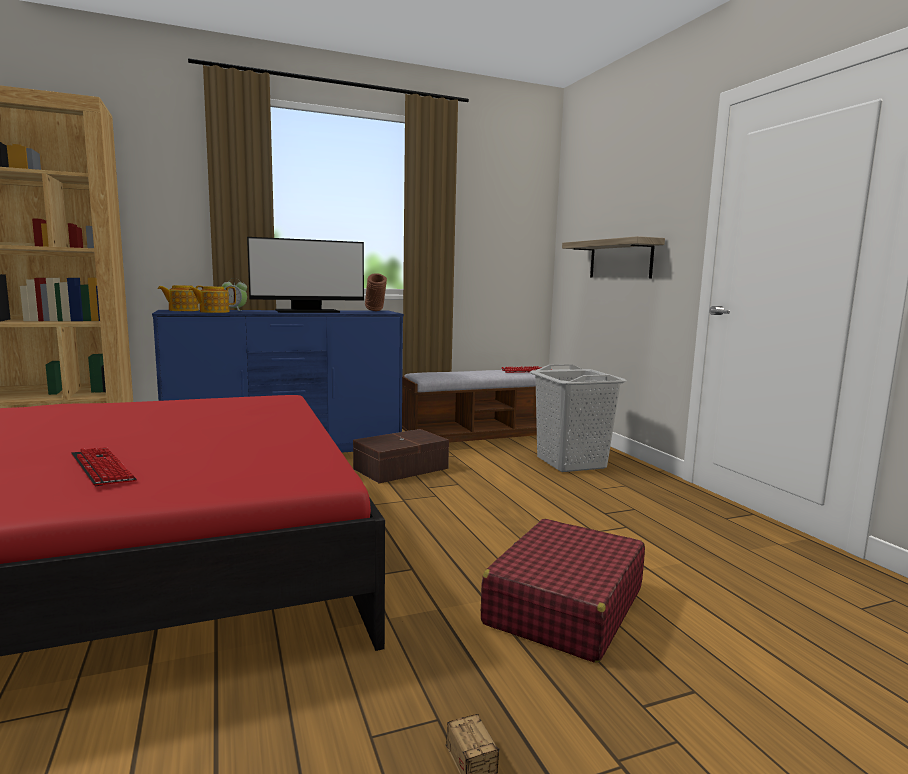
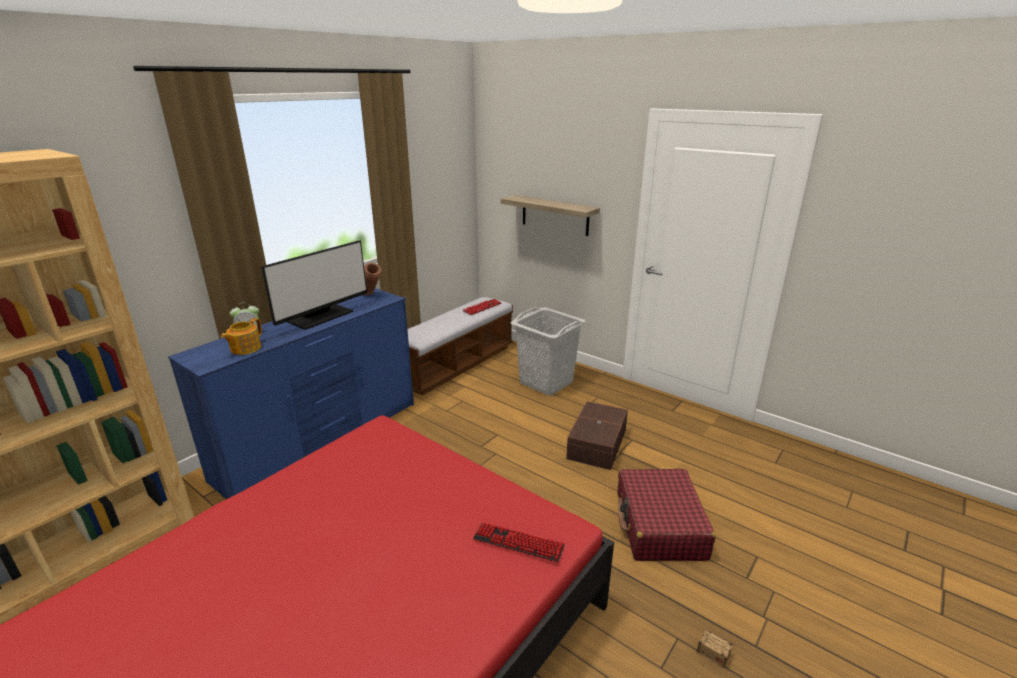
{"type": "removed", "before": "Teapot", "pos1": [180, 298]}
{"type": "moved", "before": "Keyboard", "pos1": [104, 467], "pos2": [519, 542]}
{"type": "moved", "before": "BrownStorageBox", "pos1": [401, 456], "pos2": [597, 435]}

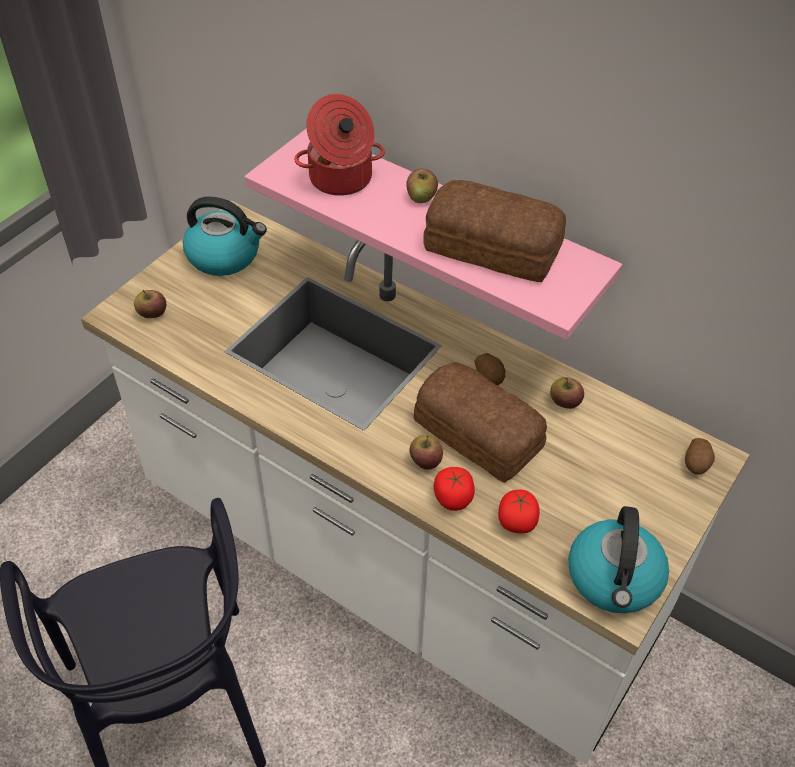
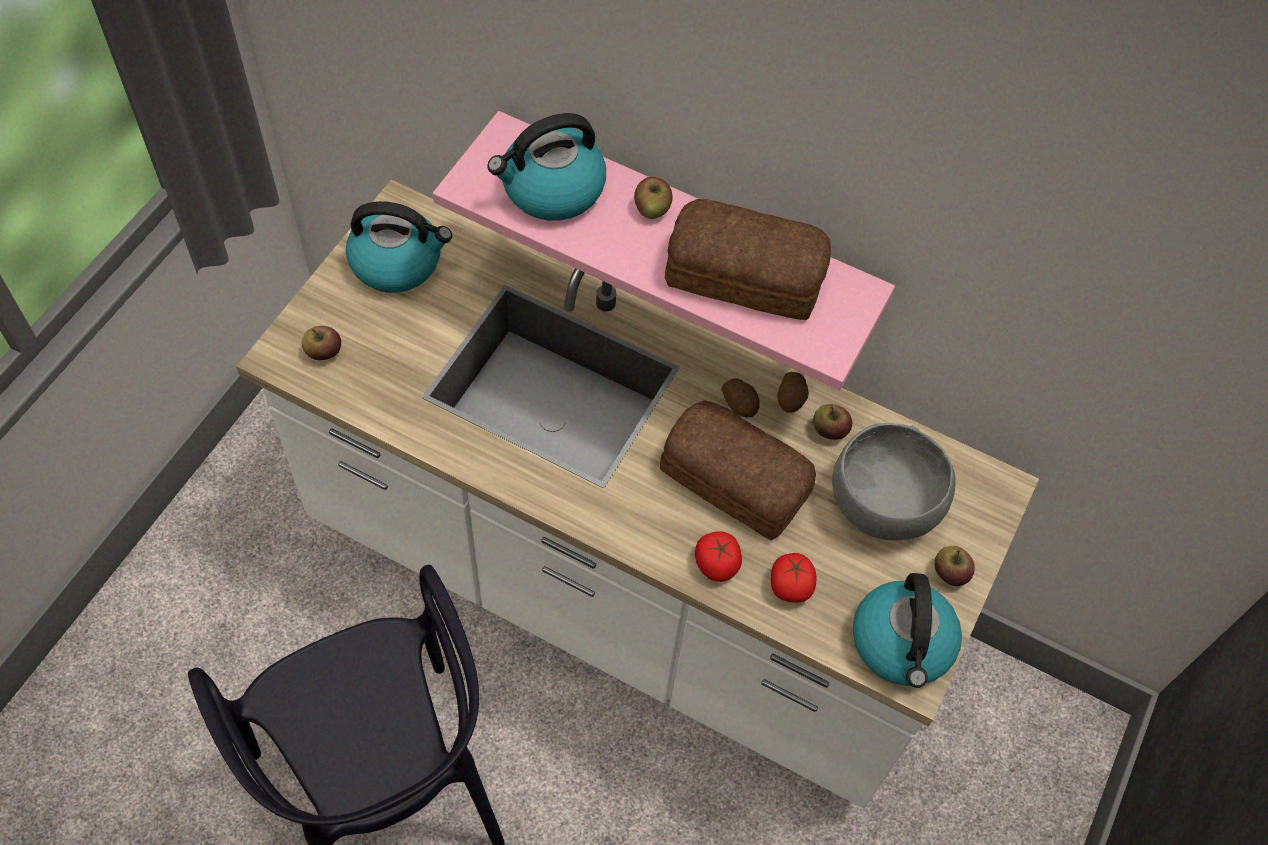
{"type": "added", "after": "GreyBowl", "pos2": [894, 482]}
{"type": "moved", "before": "Apple", "pos1": [426, 452], "pos2": [954, 566]}
{"type": "moved", "before": "Potato", "pos1": [700, 456], "pos2": [793, 392]}
{"type": "replaced", "before": "CookingPot", "after": "Kettle", "pos1": [339, 145], "pos2": [546, 167]}

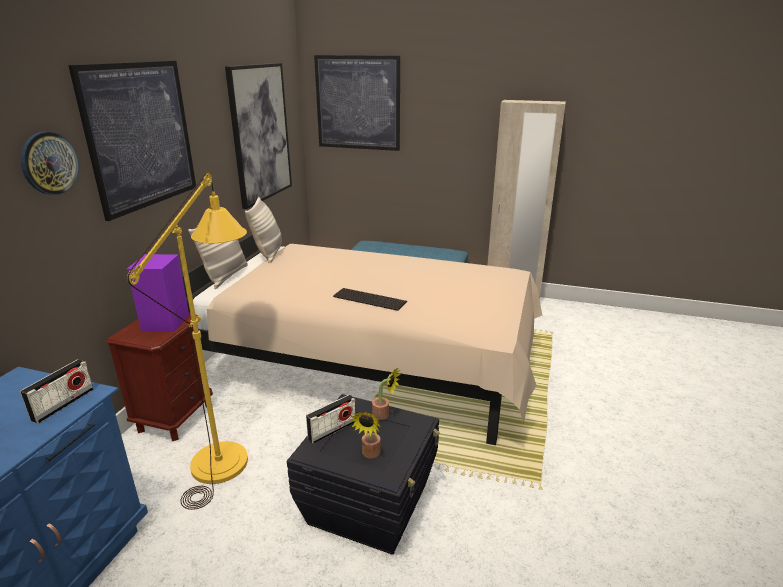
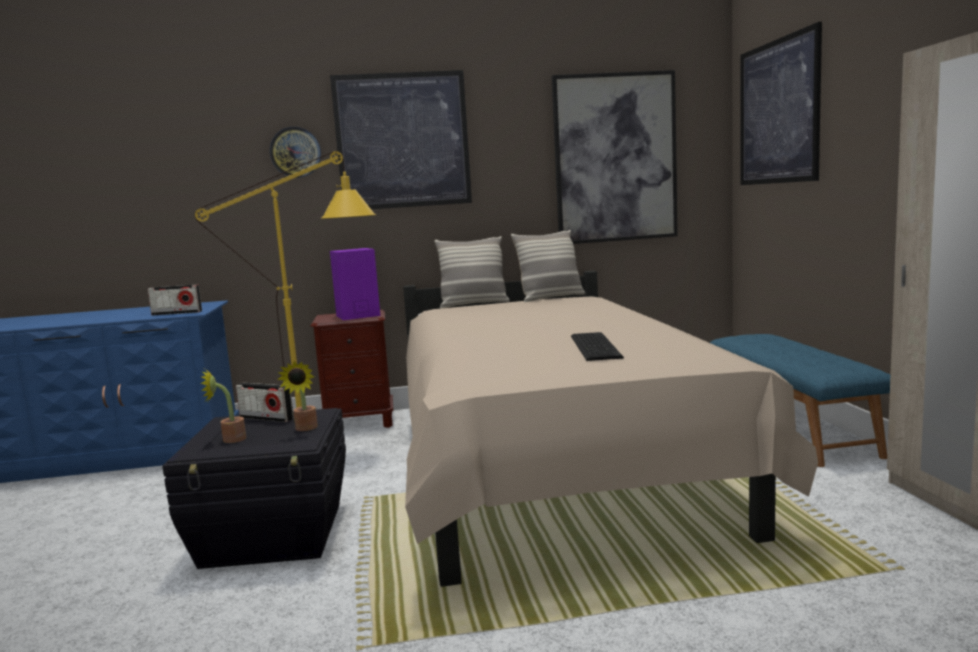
{"type": "moved", "before": "Keyboard", "pos1": [370, 299], "pos2": [597, 346]}

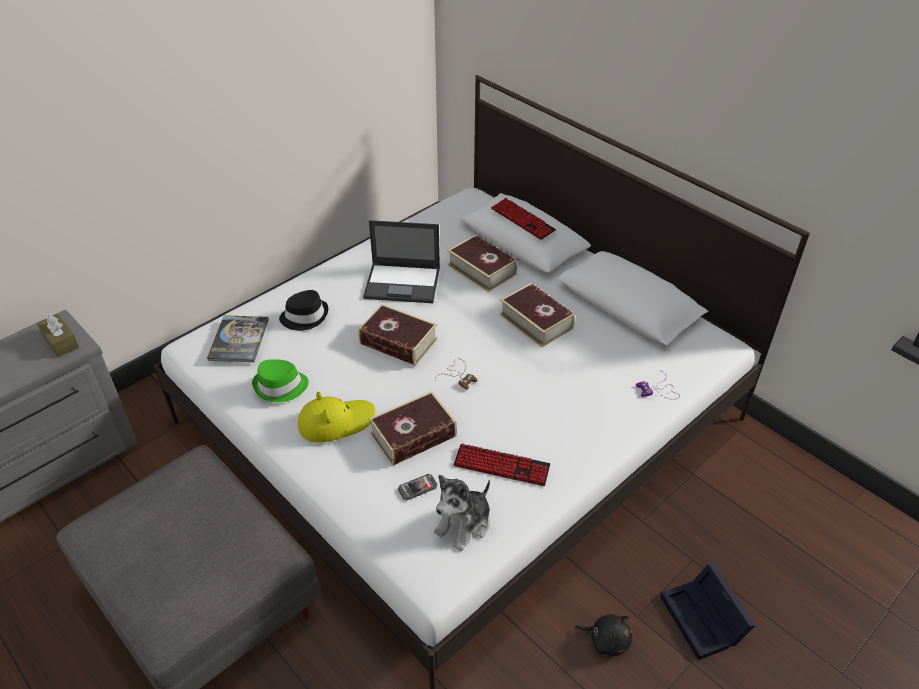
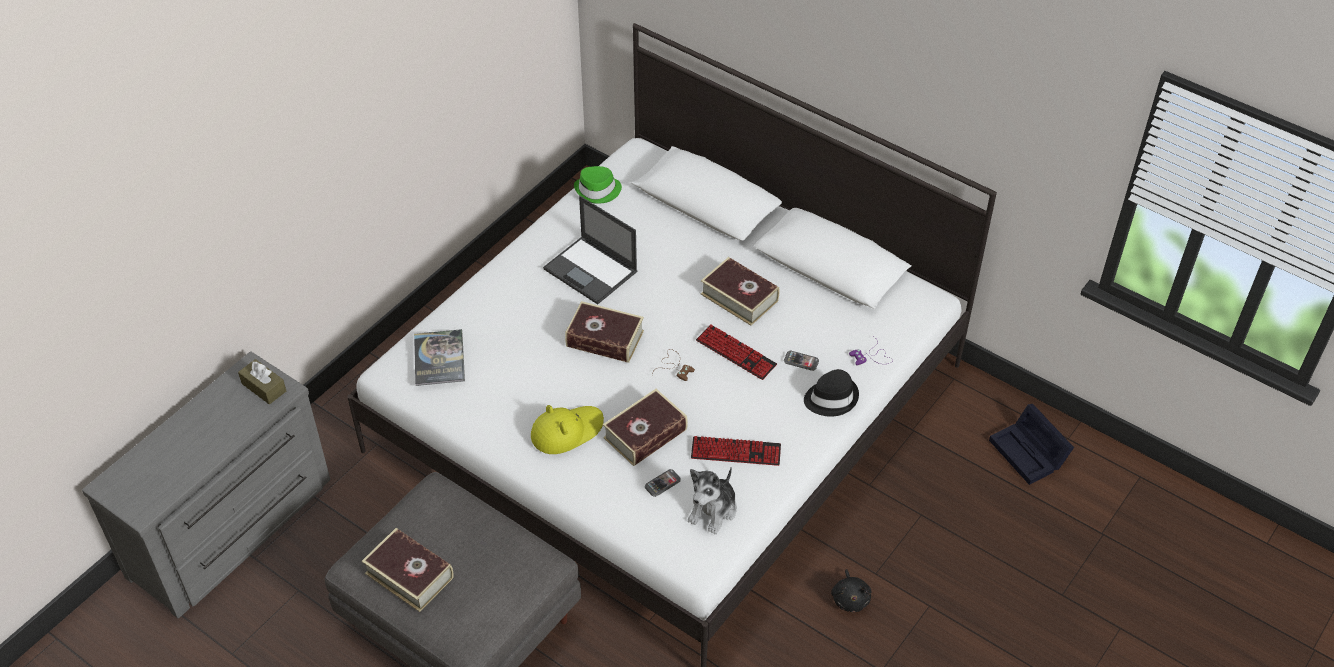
{"type": "added", "after": "Phone", "pos2": [801, 360]}
{"type": "moved", "before": "GreenHat", "pos1": [280, 380], "pos2": [598, 185]}
{"type": "moved", "before": "BlackHat", "pos1": [303, 310], "pos2": [831, 393]}
{"type": "moved", "before": "Book", "pos1": [482, 263], "pos2": [407, 570]}
{"type": "moved", "before": "Keyboard", "pos1": [523, 219], "pos2": [736, 352]}
{"type": "moved", "before": "BlackStorageBox", "pos1": [708, 611], "pos2": [1031, 444]}
{"type": "turned", "before": "Laptop", "pos1": [401, 261], "pos2": [590, 250], "turn": 45}
{"type": "turned", "before": "BlackPlushToy", "pos1": [604, 635], "pos2": [851, 590], "turn": 75}

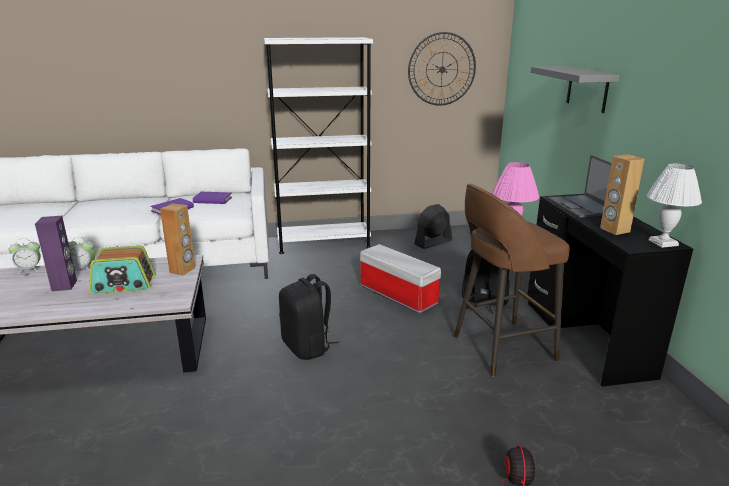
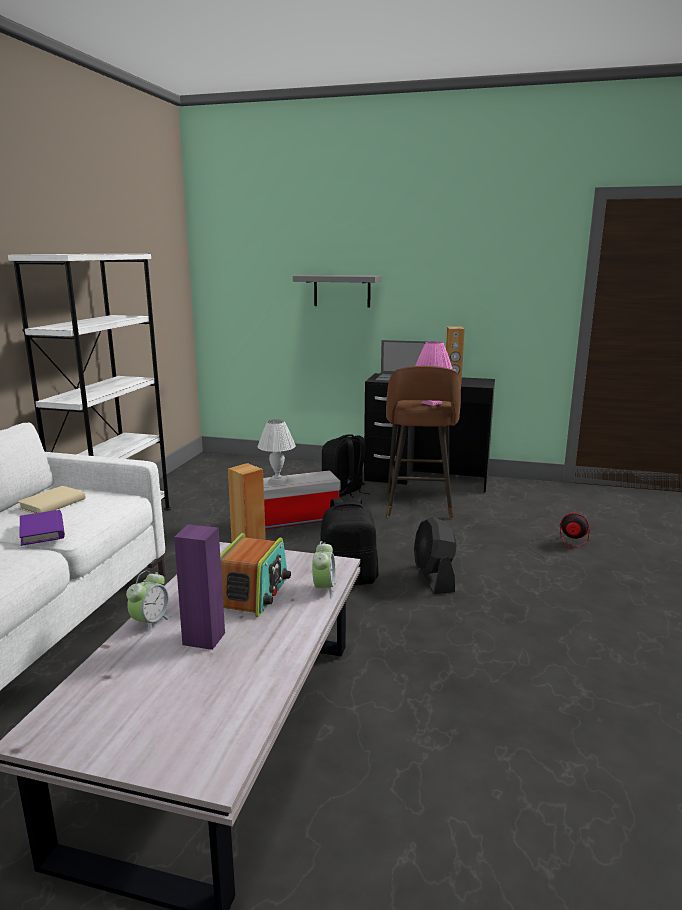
{"type": "removed", "before": "WallClock", "pos1": [442, 69]}
{"type": "moved", "before": "AlarmClock", "pos1": [24, 256], "pos2": [324, 569]}
{"type": "moved", "before": "BlackFan", "pos1": [433, 226], "pos2": [435, 555]}
{"type": "moved", "before": "WhiteTableLamp", "pos1": [674, 206], "pos2": [276, 451]}
{"type": "recoloured", "before": "PurpleBook", "after": "BeigeBook", "pos1": [212, 198], "pos2": [51, 500]}

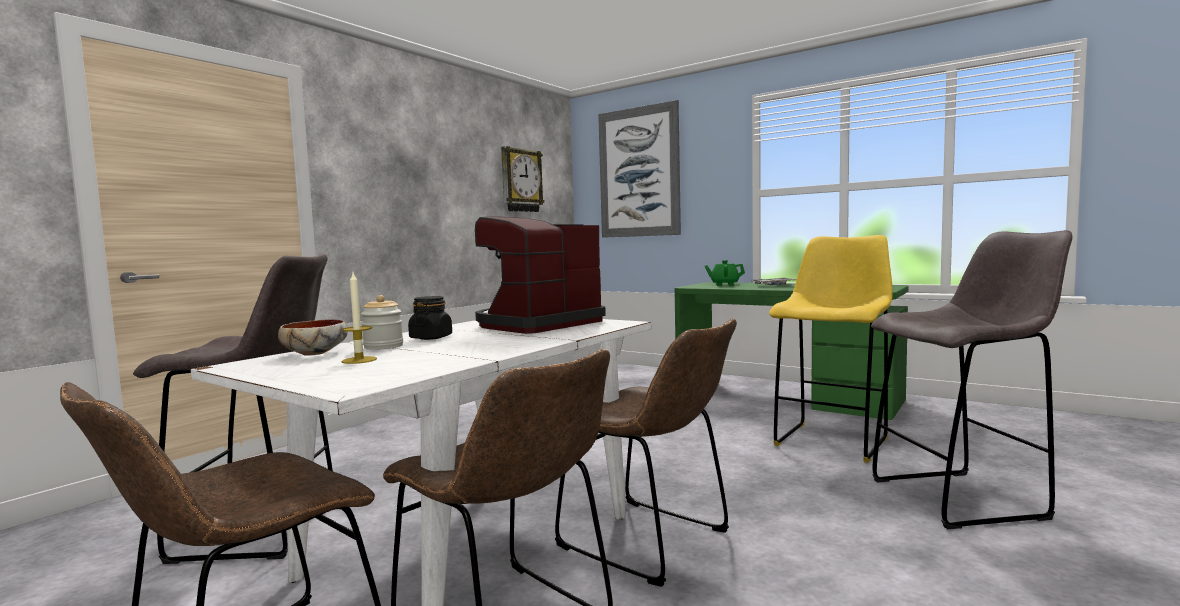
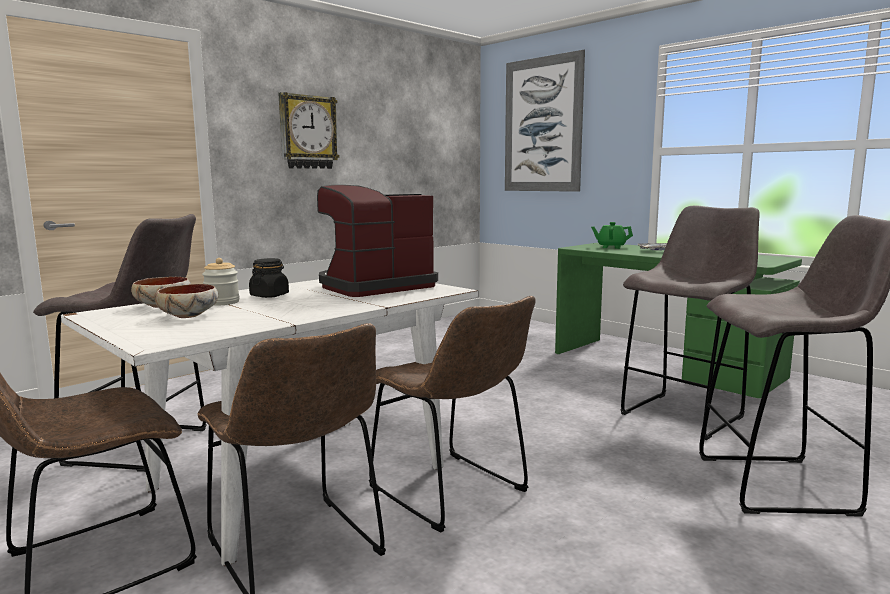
{"type": "moved", "before": "WallClock", "pos1": [522, 179], "pos2": [308, 130]}
{"type": "replaced", "before": "Candle", "after": "Bowl", "pos1": [359, 318], "pos2": [186, 301]}
{"type": "recoloured", "before": "YellowStool", "after": "GreyStool", "pos1": [831, 349], "pos2": [690, 322]}

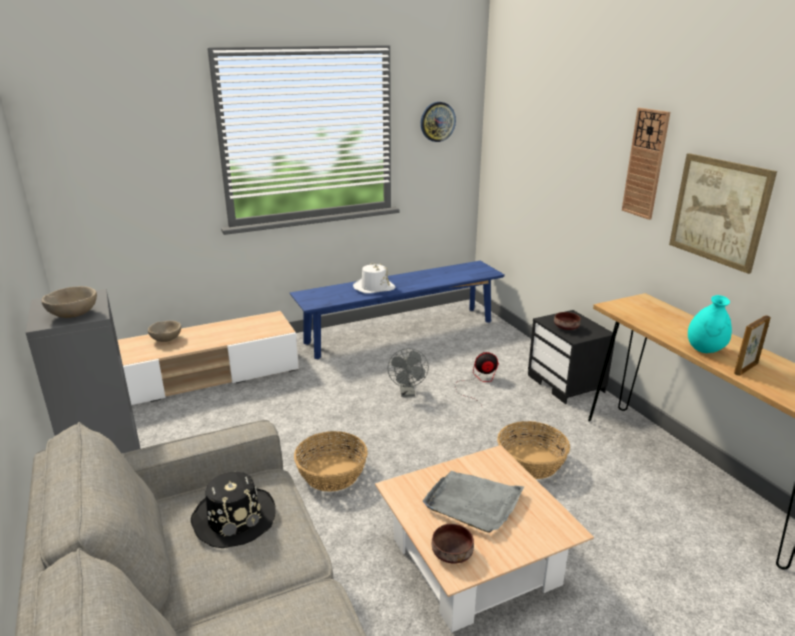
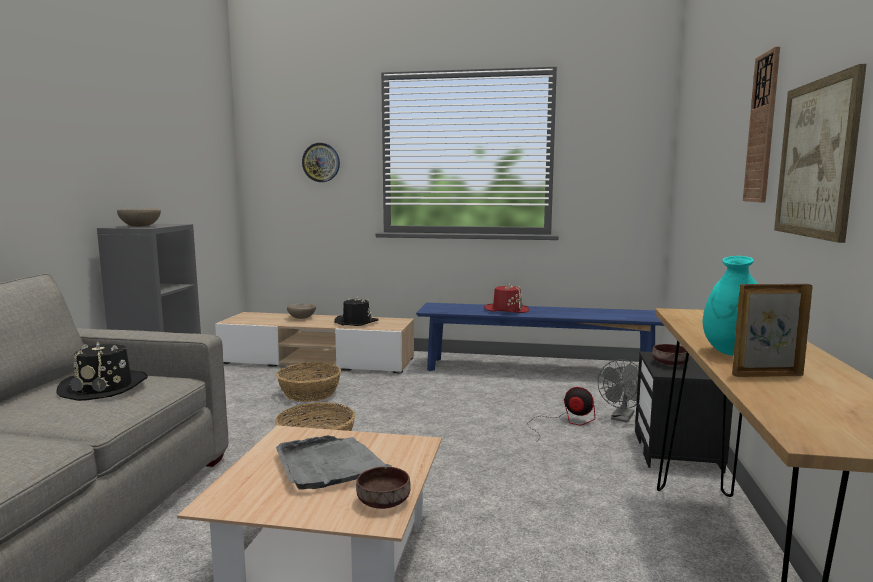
{"type": "added", "after": "BlackHat", "pos2": [356, 311]}
{"type": "moved", "before": "GreyFan", "pos1": [408, 372], "pos2": [618, 391]}
{"type": "moved", "before": "WallClock", "pos1": [438, 122], "pos2": [321, 162]}
{"type": "moved", "before": "BrownBowl", "pos1": [453, 544], "pos2": [383, 487]}
{"type": "moved", "before": "Basket", "pos1": [533, 450], "pos2": [308, 382]}
{"type": "recoloured", "before": "WhiteHat", "after": "RedHat", "pos1": [374, 278], "pos2": [506, 298]}

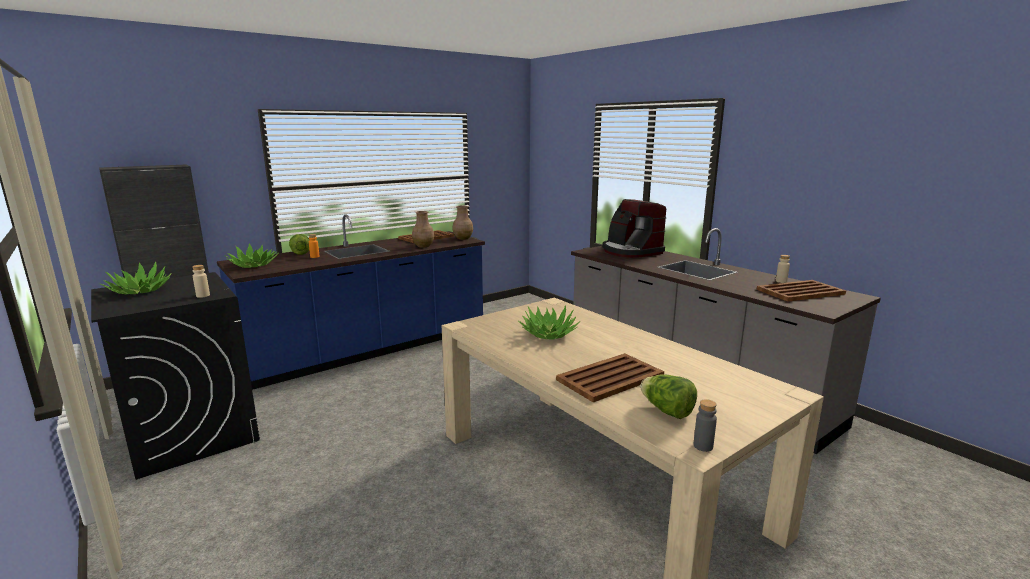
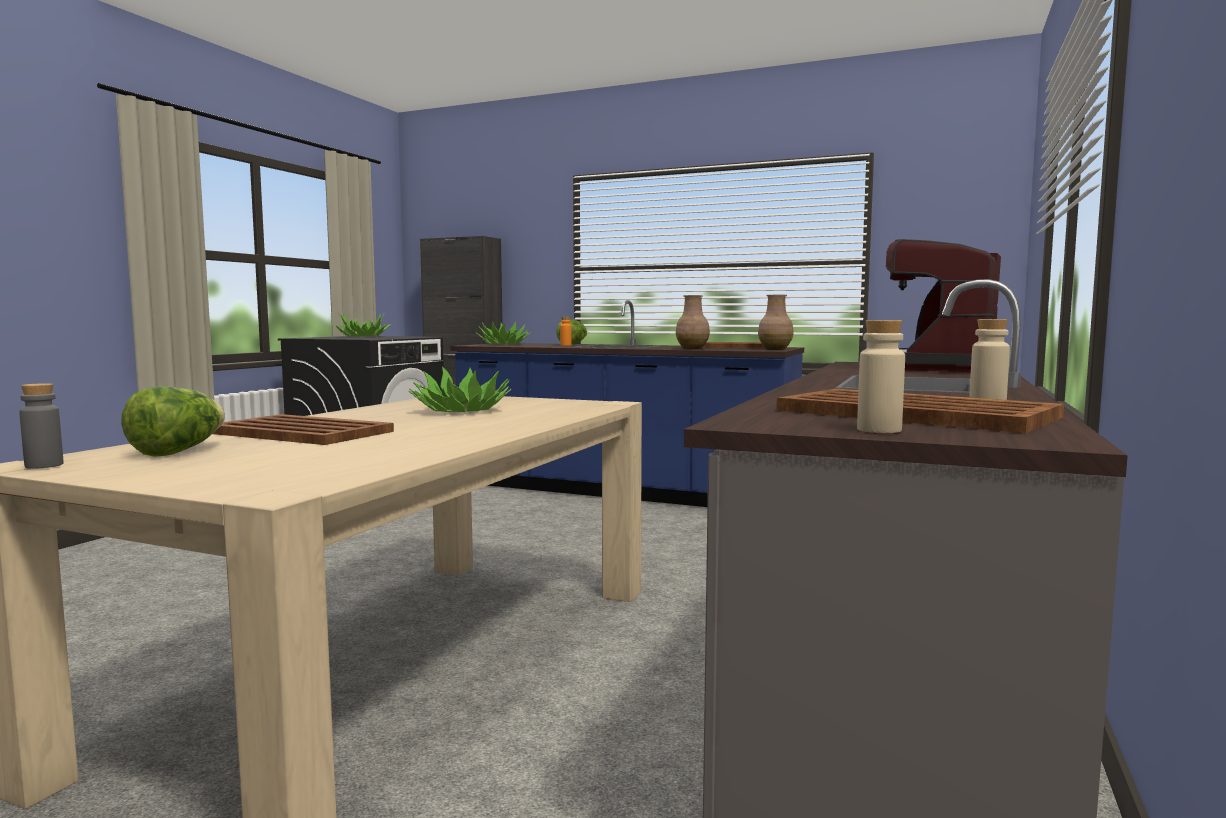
{"type": "moved", "before": "BeigeBottle", "pos1": [201, 281], "pos2": [881, 376]}

